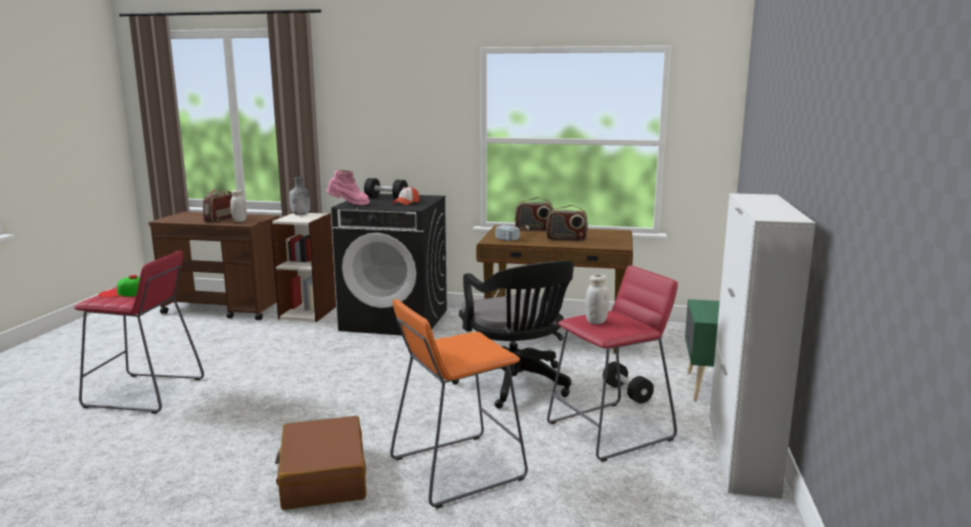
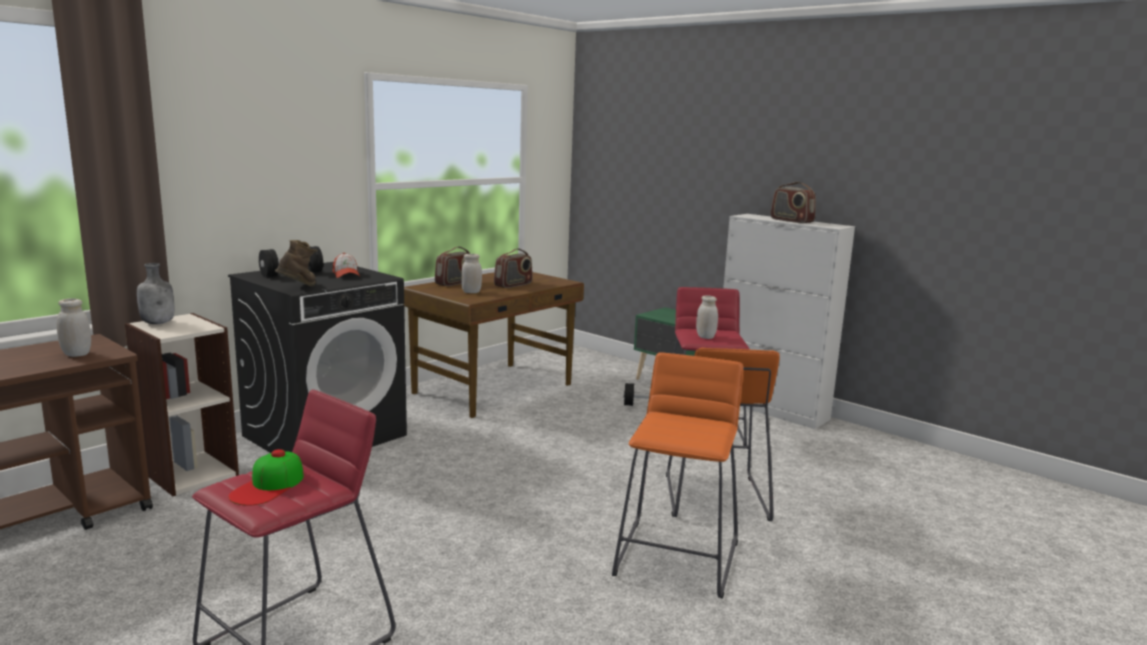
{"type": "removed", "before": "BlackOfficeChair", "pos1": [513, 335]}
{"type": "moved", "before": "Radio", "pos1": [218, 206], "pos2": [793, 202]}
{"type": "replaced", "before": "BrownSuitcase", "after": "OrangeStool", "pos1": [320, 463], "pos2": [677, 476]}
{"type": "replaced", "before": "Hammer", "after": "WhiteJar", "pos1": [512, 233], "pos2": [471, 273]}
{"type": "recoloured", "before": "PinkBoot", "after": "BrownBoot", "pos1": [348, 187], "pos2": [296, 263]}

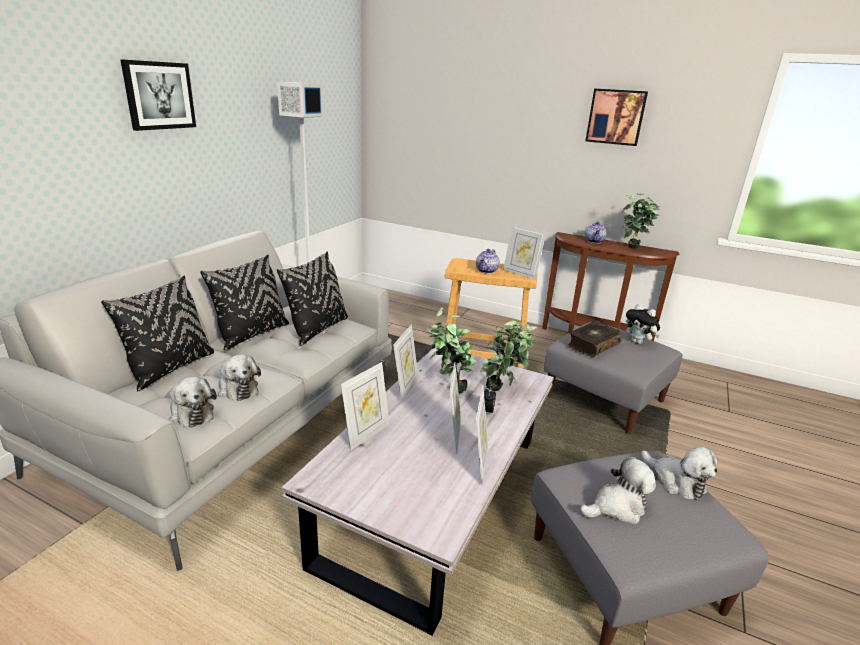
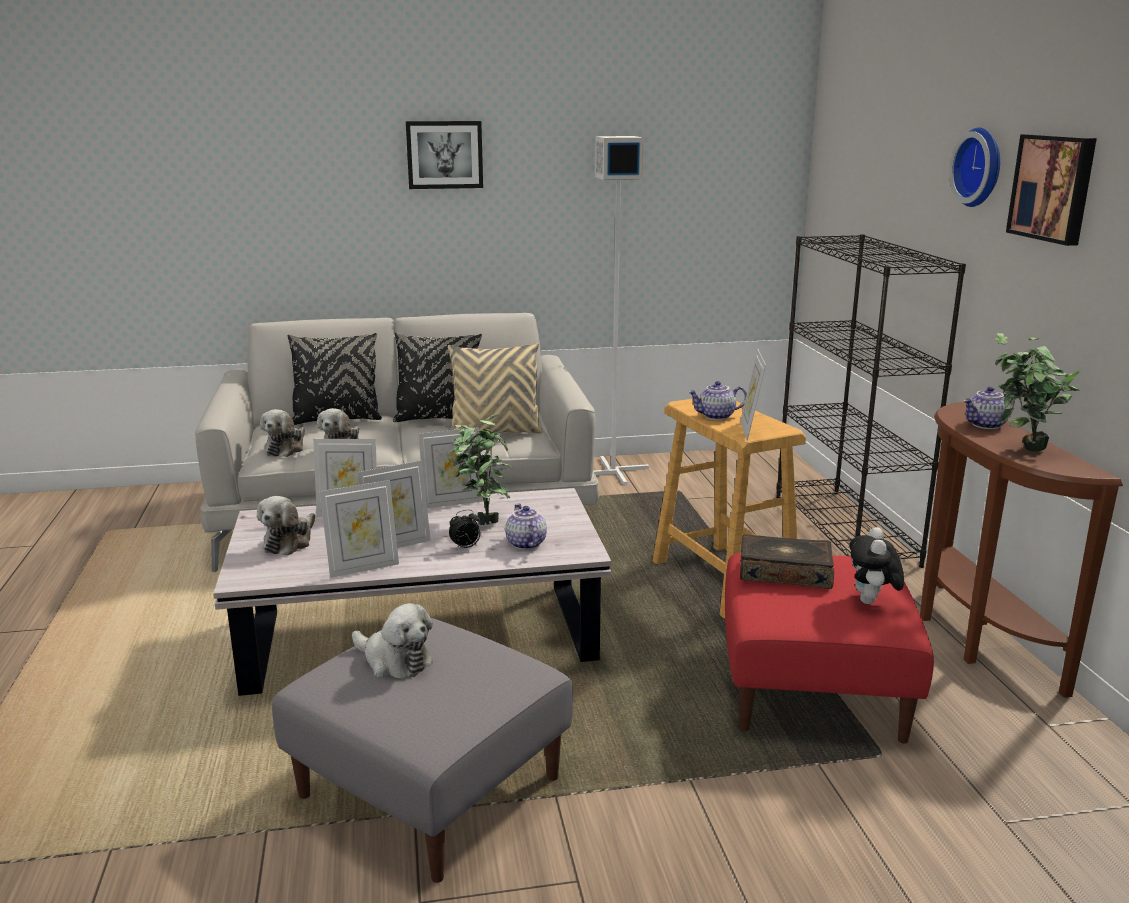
{"type": "added", "after": "BlackBookcase", "pos2": [871, 401]}
{"type": "added", "after": "WallClock", "pos2": [974, 167]}
{"type": "moved", "before": "PlushToy", "pos1": [679, 473], "pos2": [286, 525]}
{"type": "replaced", "before": "PottedPlant", "after": "Teapot", "pos1": [509, 356], "pos2": [526, 527]}
{"type": "recoloured", "before": "BlackPillow", "after": "BeigePillow", "pos1": [312, 299], "pos2": [495, 388]}
{"type": "recoloured", "before": "GreyOttoman", "after": "RedOttoman", "pos1": [613, 378], "pos2": [829, 648]}

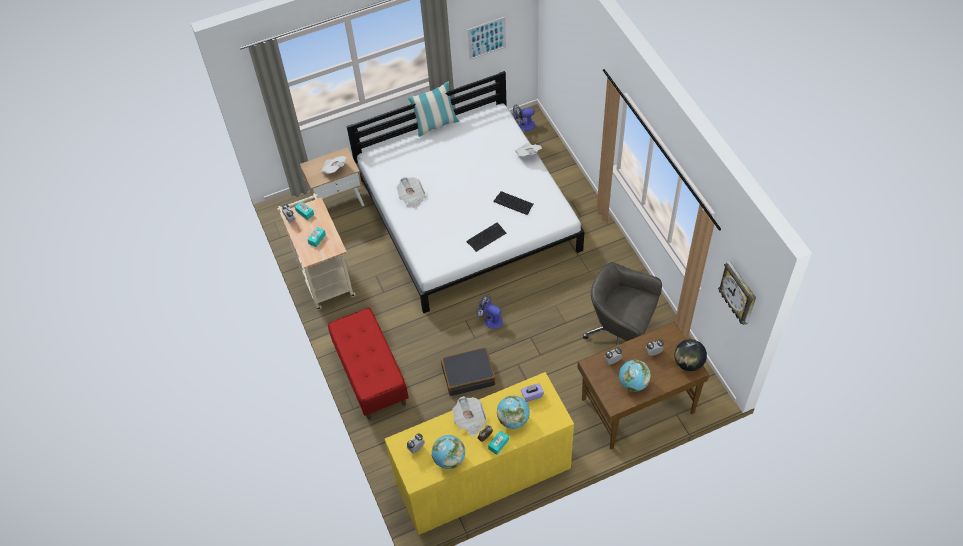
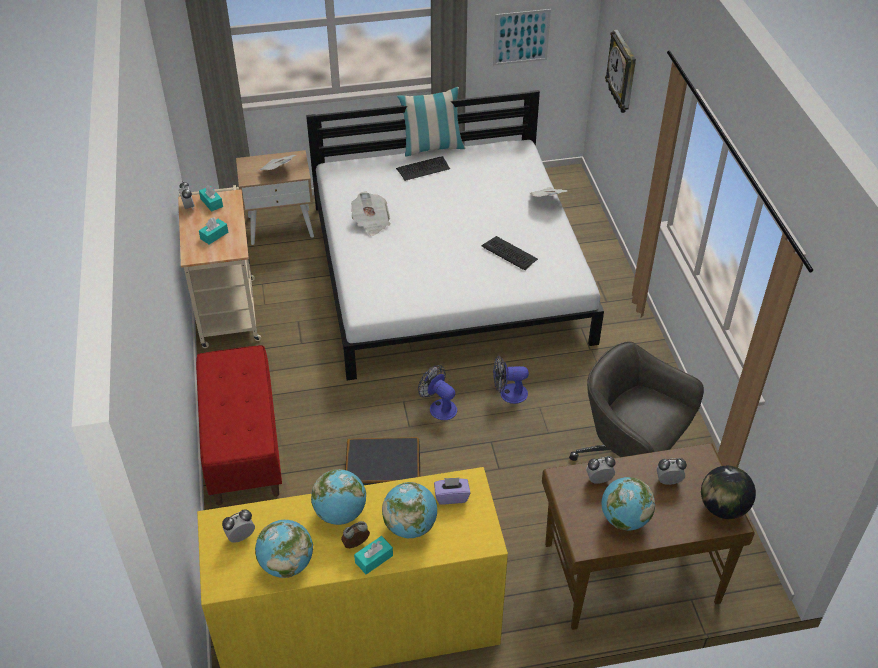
{"type": "moved", "before": "Keyboard", "pos1": [486, 237], "pos2": [423, 168]}
{"type": "moved", "before": "Fan", "pos1": [524, 117], "pos2": [511, 380]}
{"type": "moved", "before": "WallClock", "pos1": [737, 293], "pos2": [620, 71]}
{"type": "replaced", "before": "Newspaper", "after": "Globe", "pos1": [469, 416], "pos2": [338, 497]}

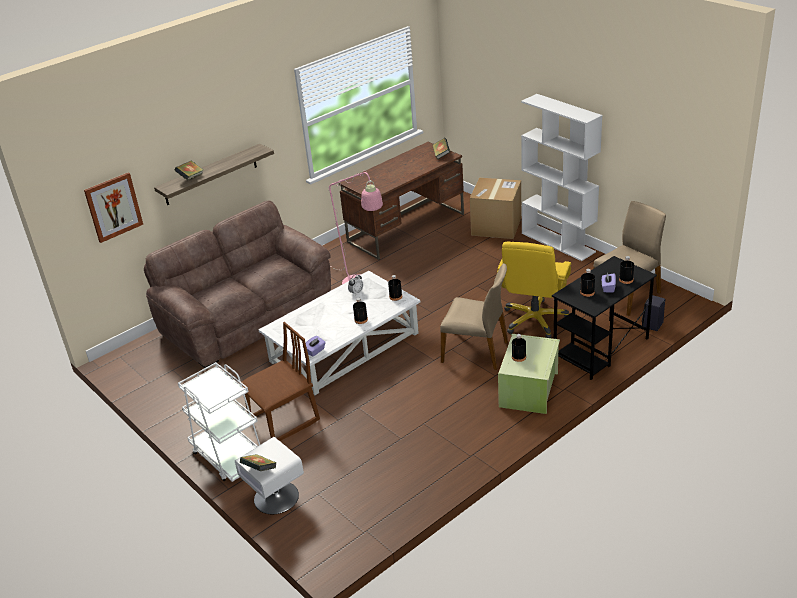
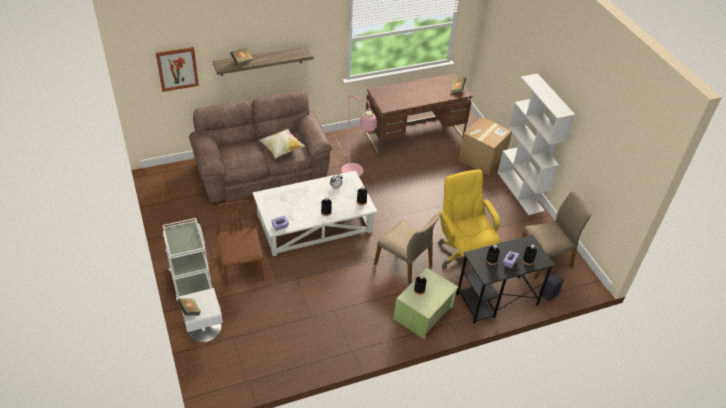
{"type": "added", "after": "Pillow", "pos2": [282, 143]}
{"type": "turned", "before": "BrownChair", "pos1": [279, 381], "pos2": [240, 243], "turn": -90}
{"type": "turned", "before": "YellowOfficeChair", "pos1": [534, 290], "pos2": [469, 219], "turn": 120}

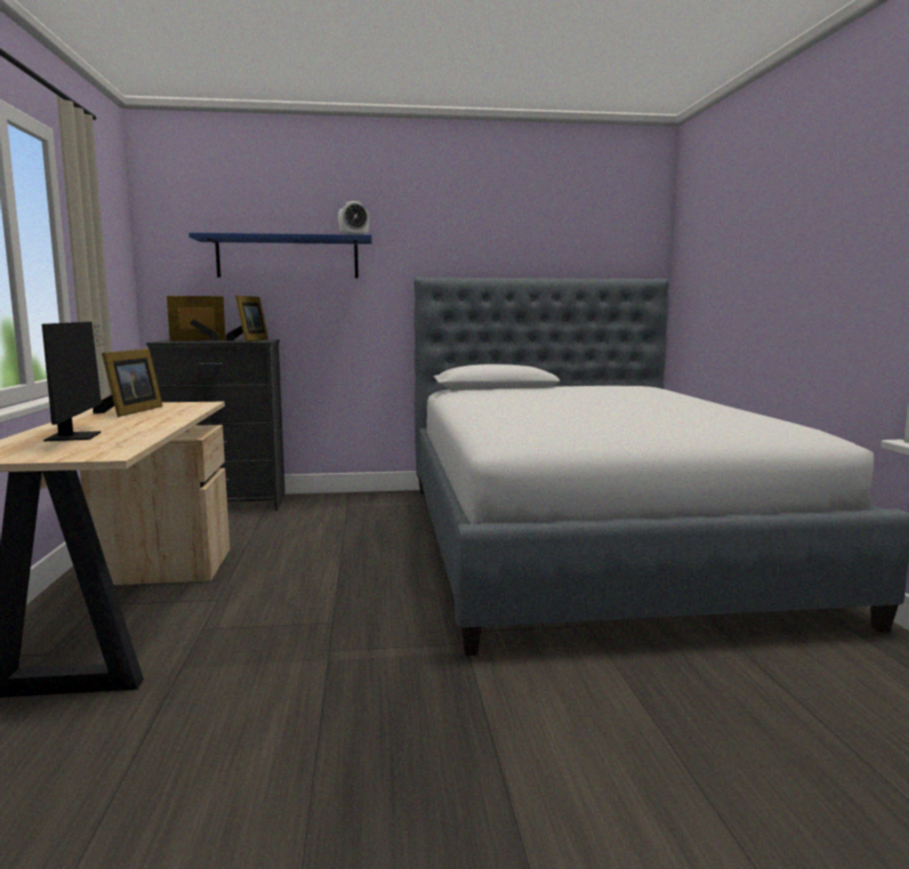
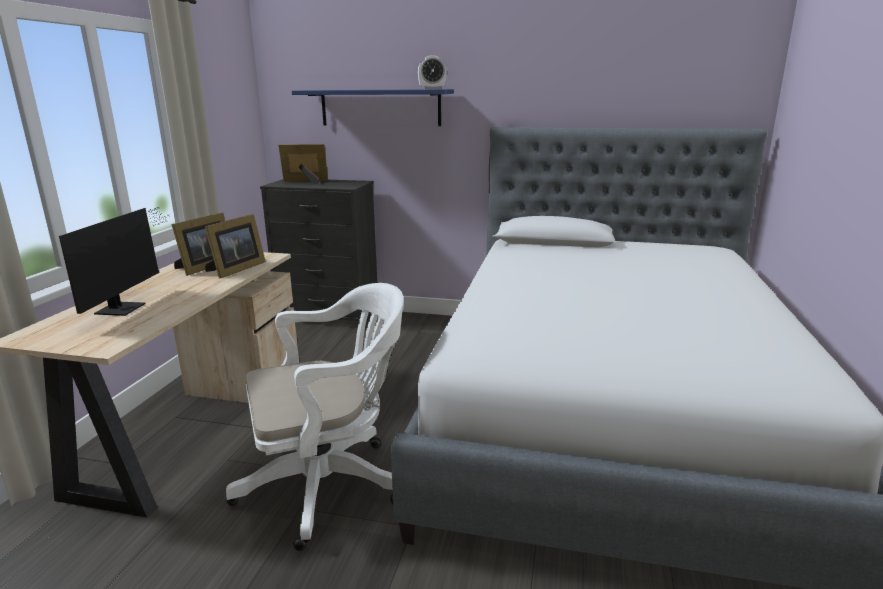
{"type": "added", "after": "WhiteOfficeChair", "pos2": [315, 417]}
{"type": "moved", "before": "PictureFrame", "pos1": [247, 318], "pos2": [235, 246]}

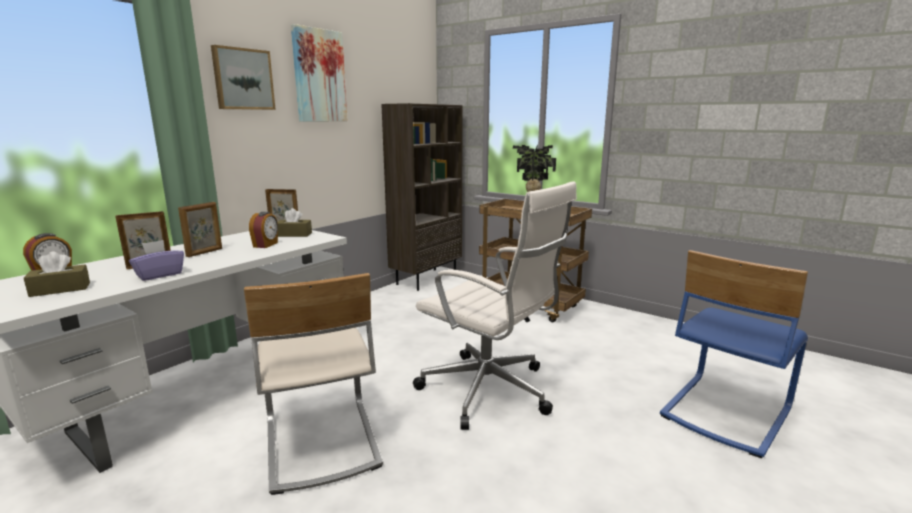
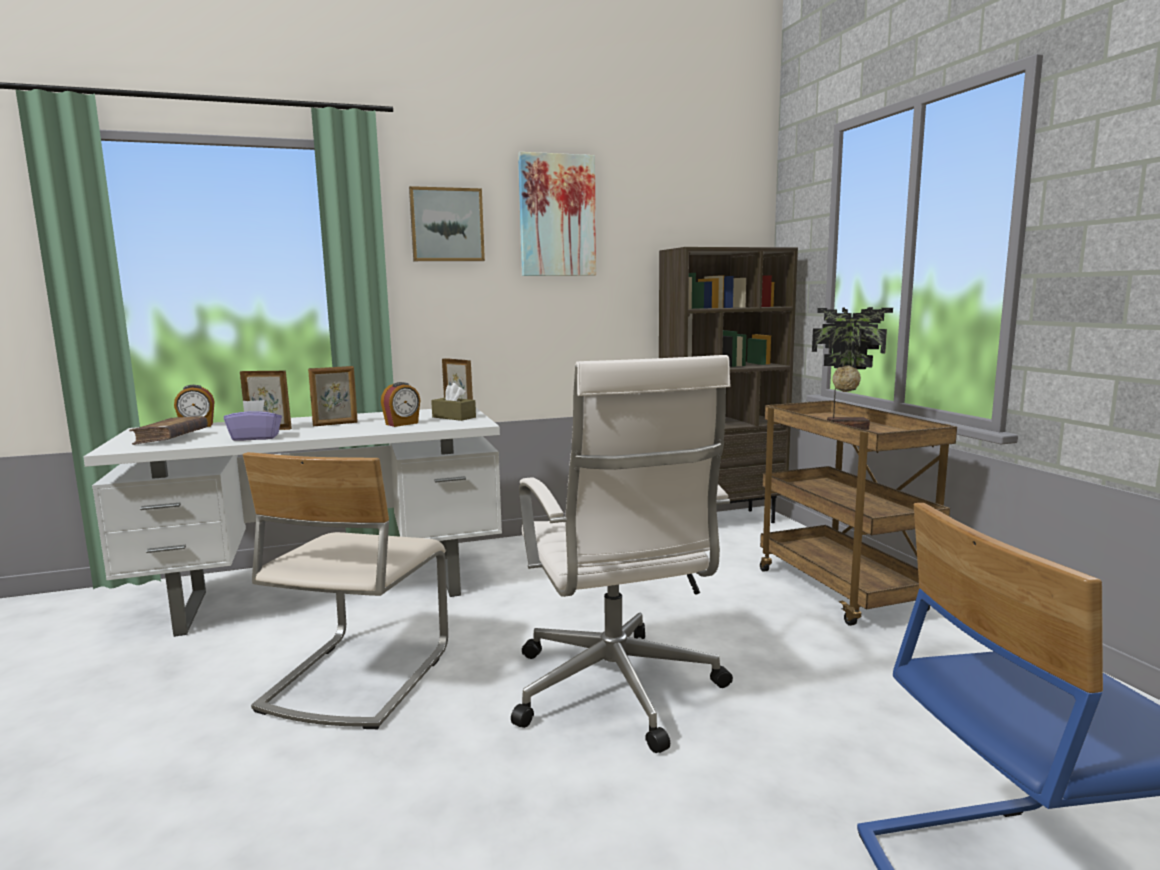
{"type": "replaced", "before": "BrownTissueBox", "after": "BrownBook", "pos1": [57, 274], "pos2": [168, 430]}

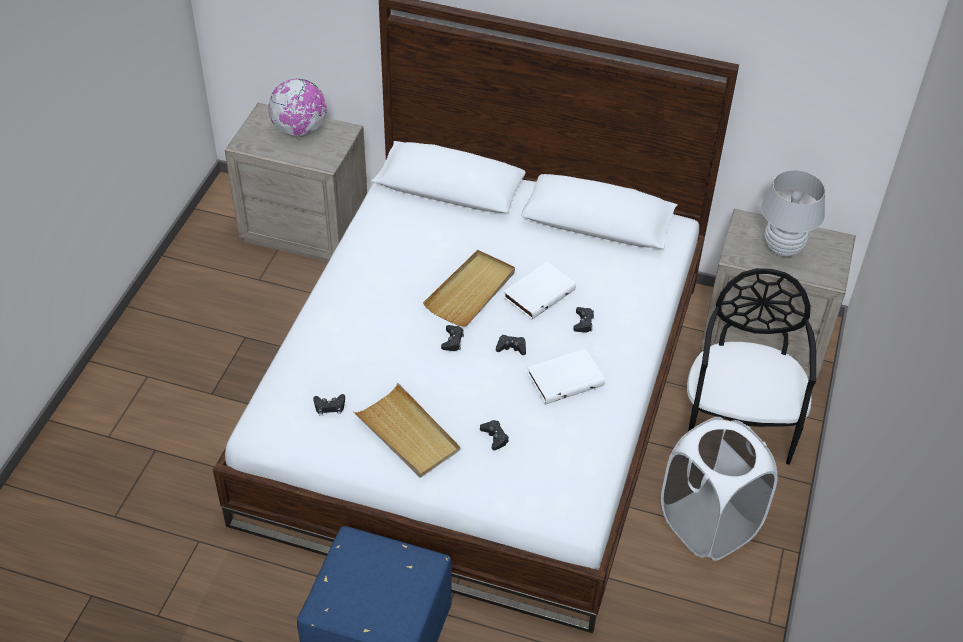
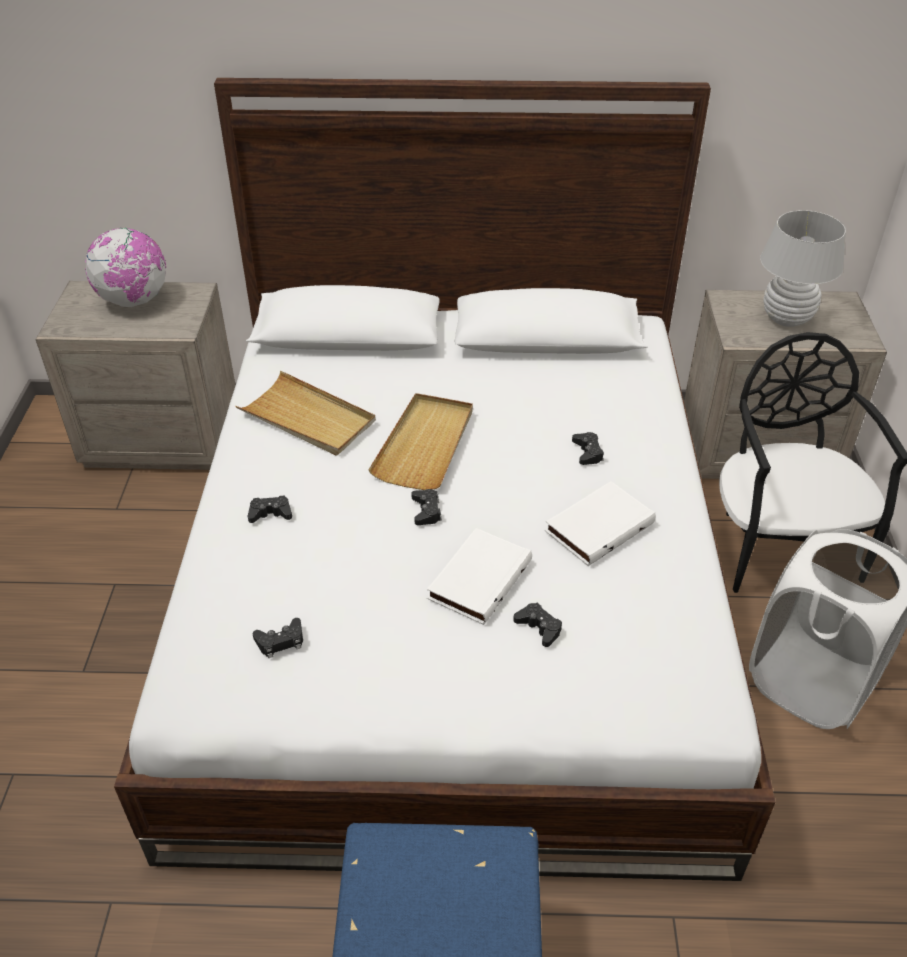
{"type": "moved", "before": "BeigeTray", "pos1": [406, 430], "pos2": [305, 413]}
{"type": "moved", "before": "BlackGameController", "pos1": [511, 345], "pos2": [270, 509]}
{"type": "moved", "before": "WhiteBook", "pos1": [539, 291], "pos2": [479, 576]}

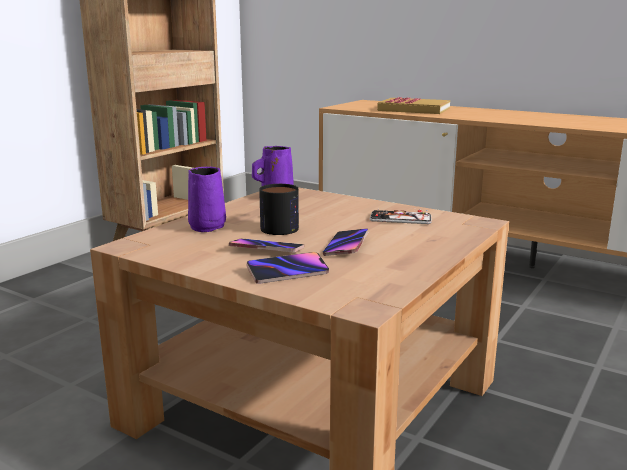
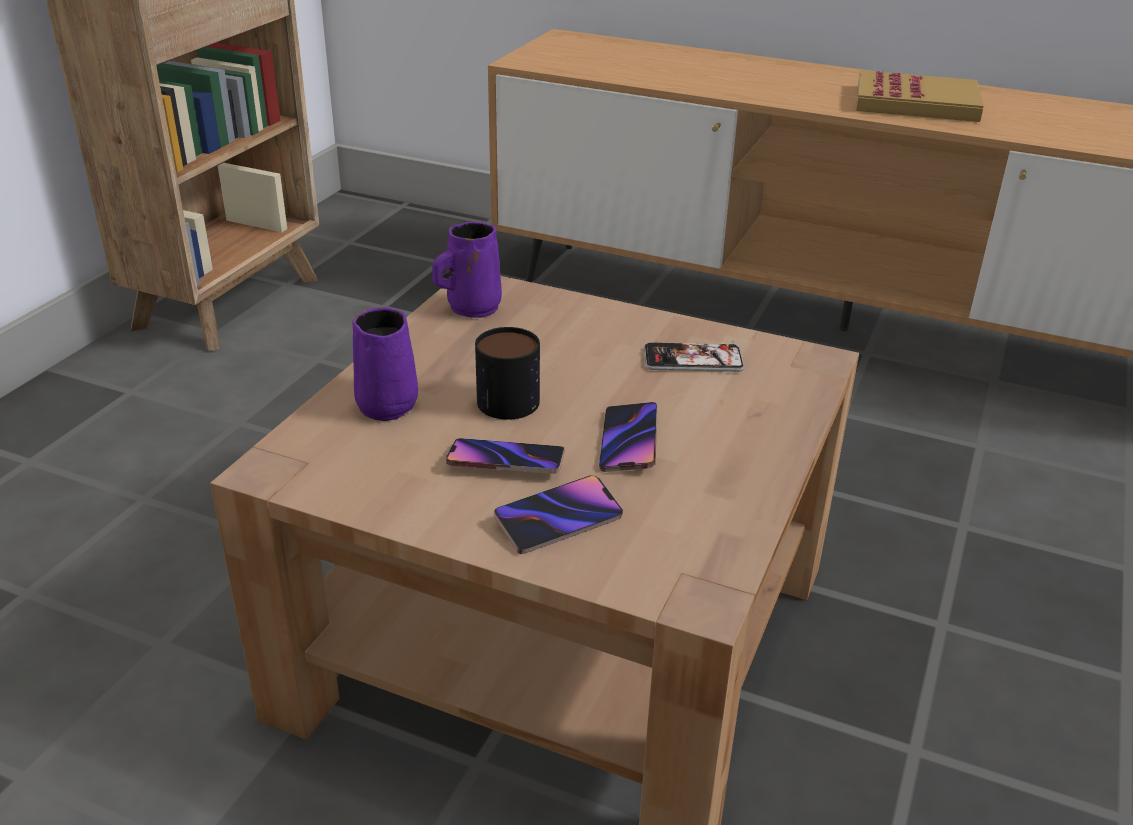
{"type": "moved", "before": "Book", "pos1": [413, 105], "pos2": [919, 96]}

